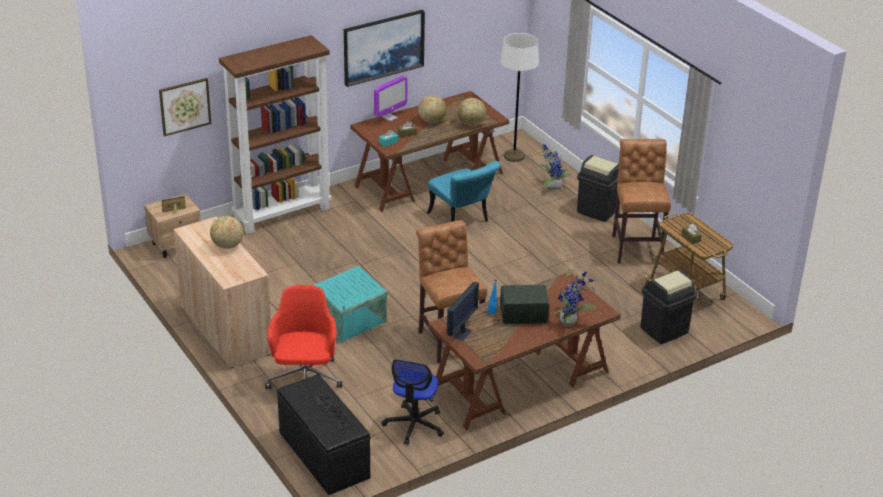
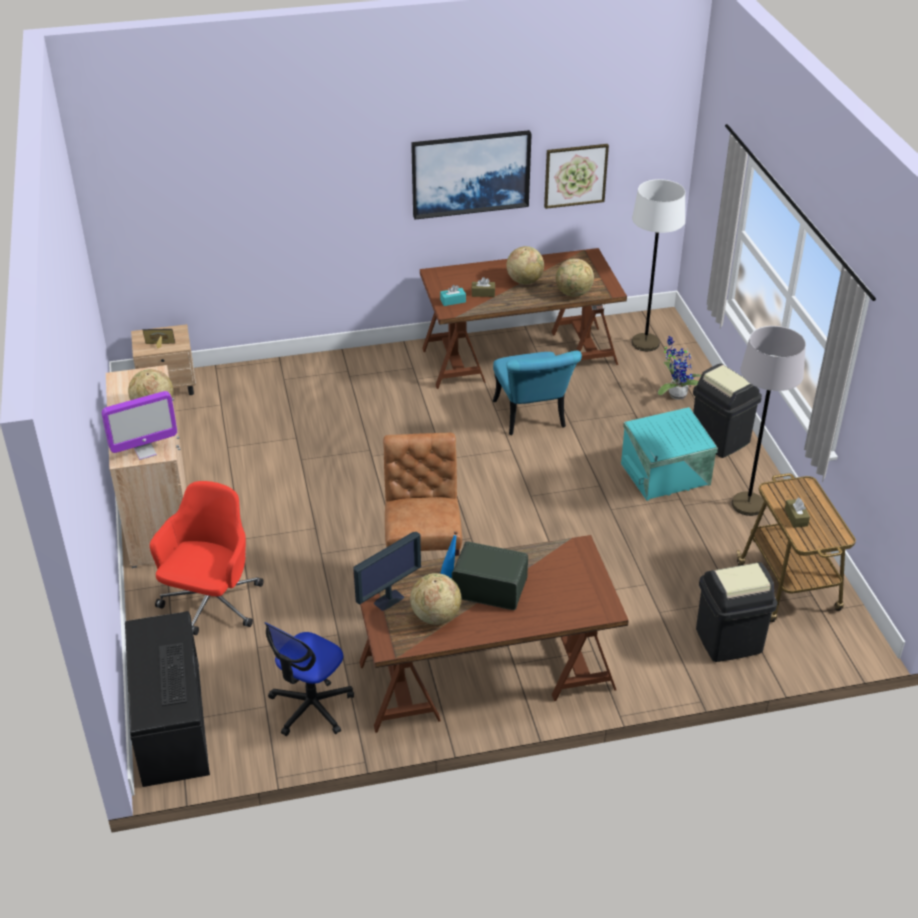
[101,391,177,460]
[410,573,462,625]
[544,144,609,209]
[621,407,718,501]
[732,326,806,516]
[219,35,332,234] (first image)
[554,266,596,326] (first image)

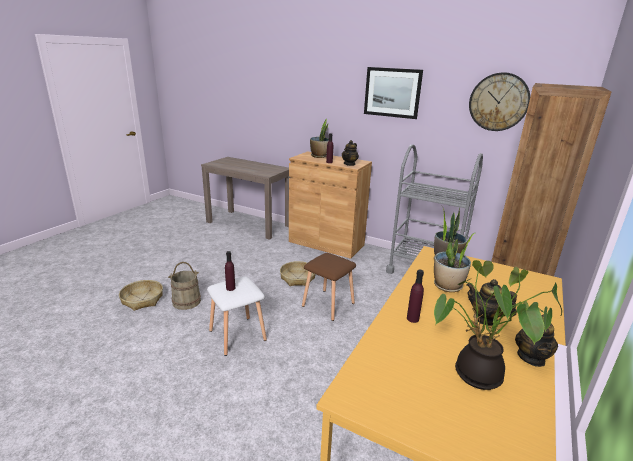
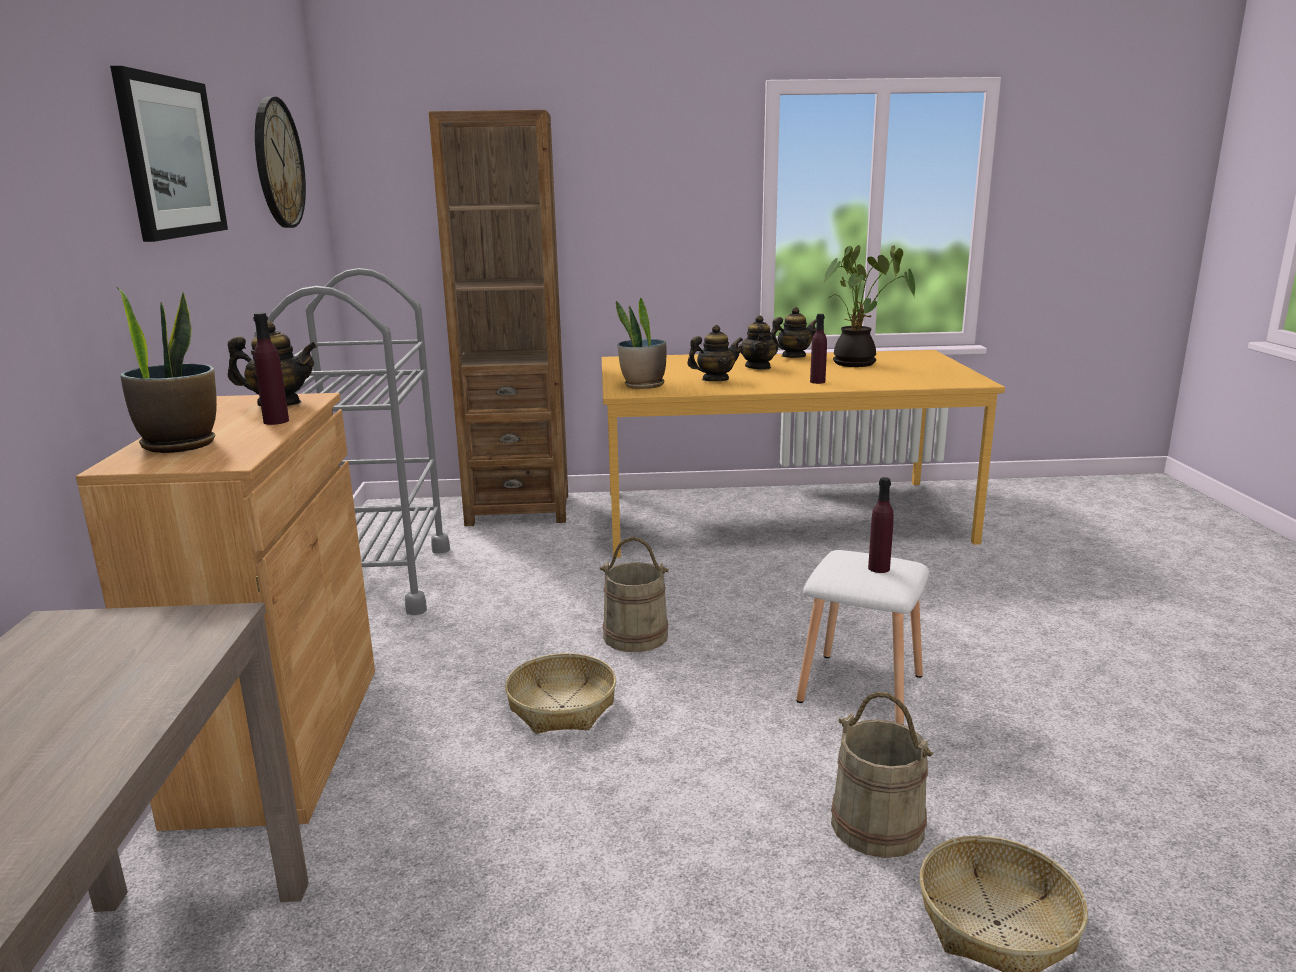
[599,537,669,652]
[687,325,743,381]

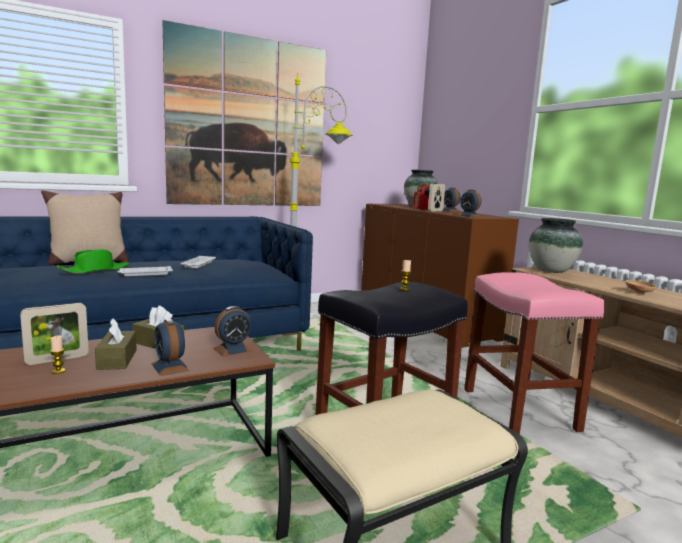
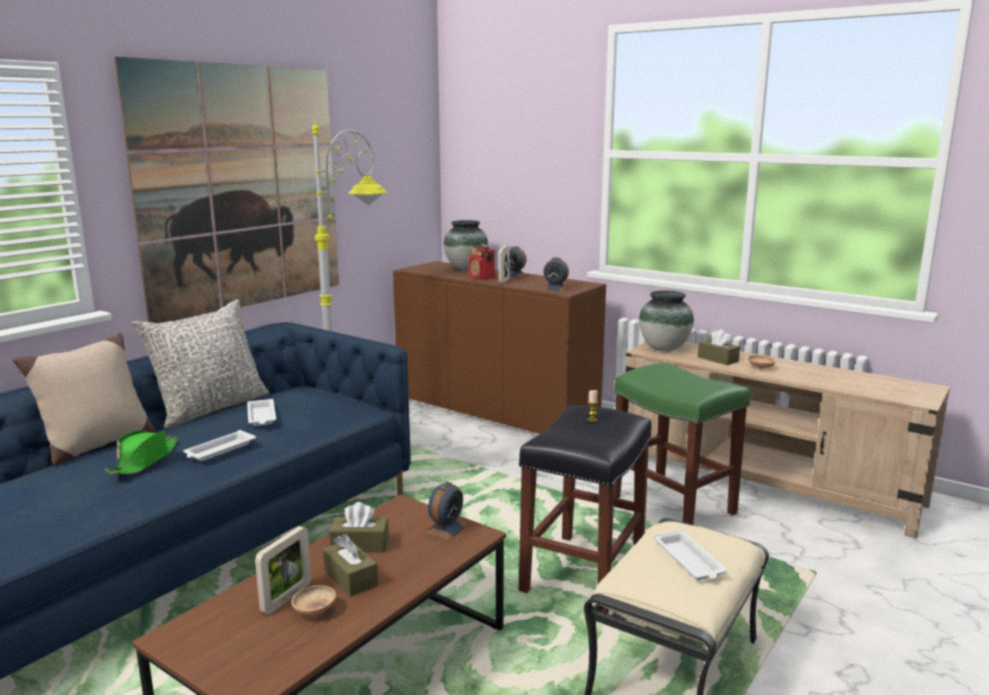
[132,299,269,429]
[291,585,336,616]
[614,363,750,525]
[653,530,727,580]
[698,329,740,365]
[152,319,189,376] (first image)

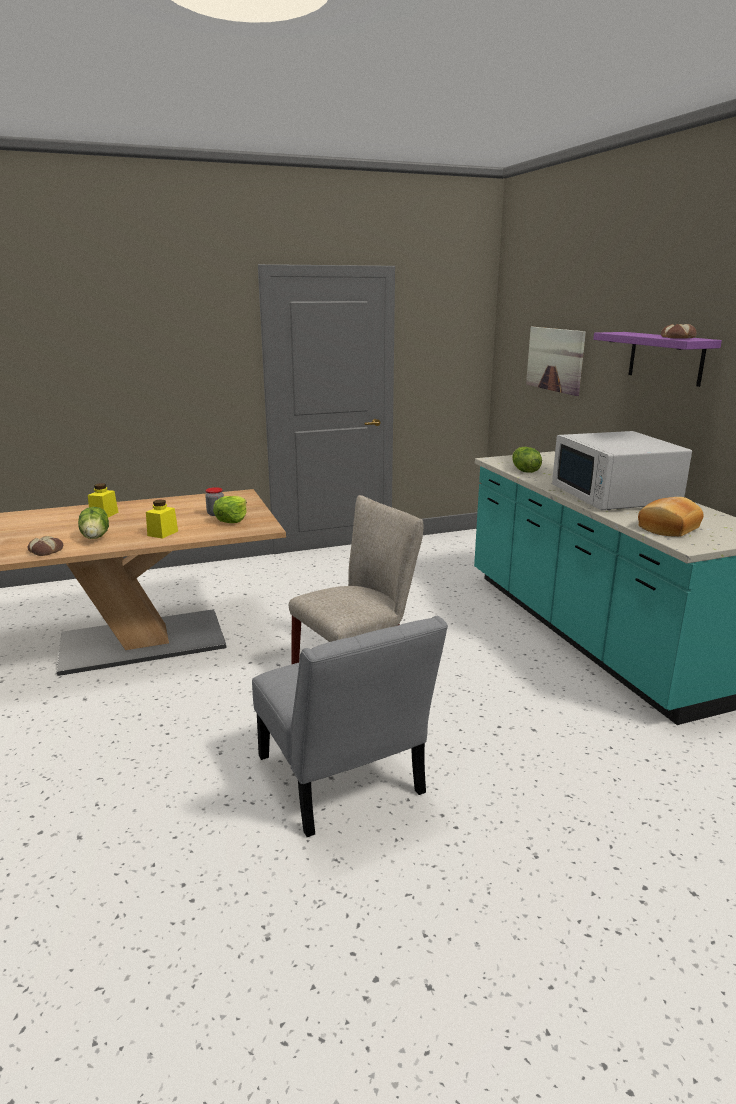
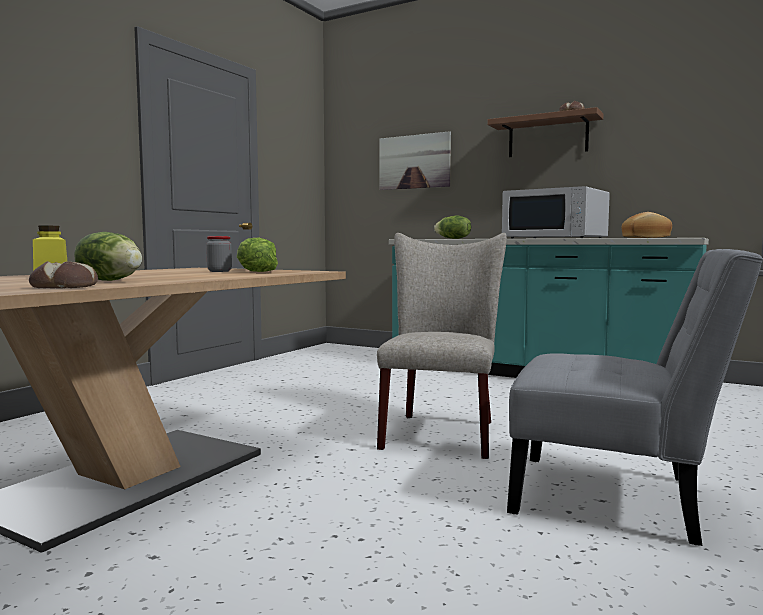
[488,107,603,157]
[146,500,178,539] (first image)

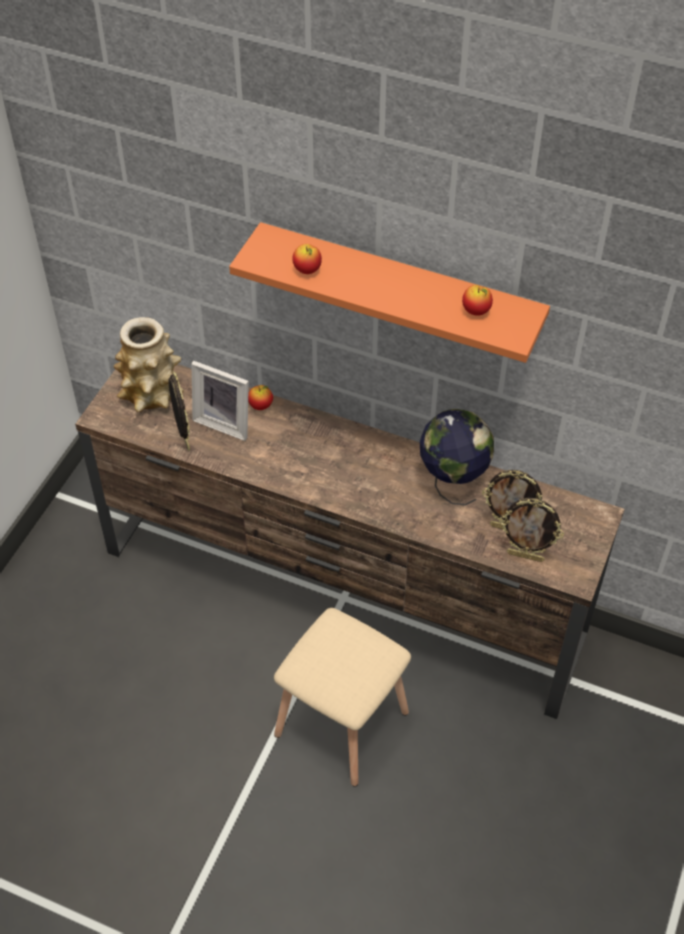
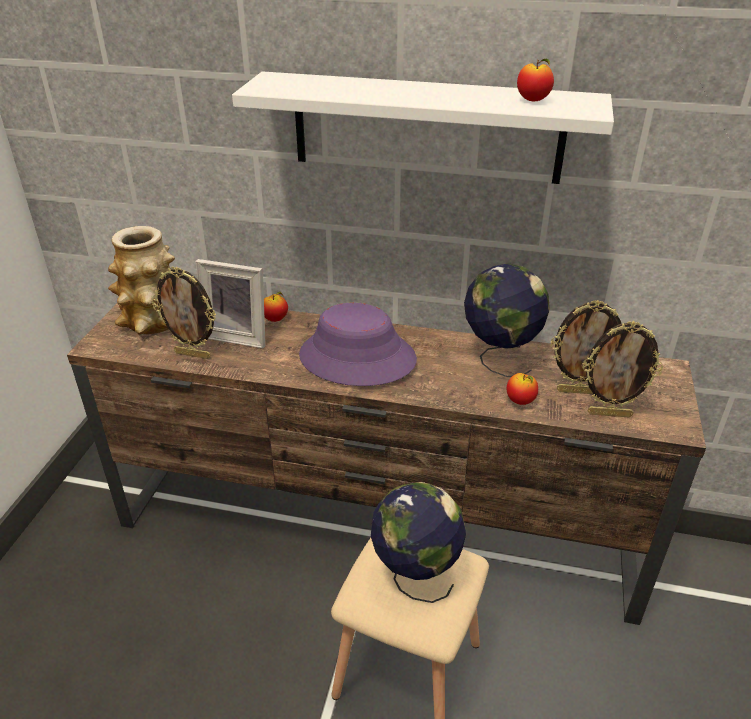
[152,266,216,359]
[232,71,614,184]
[299,303,417,386]
[371,482,466,603]
[507,373,538,405]

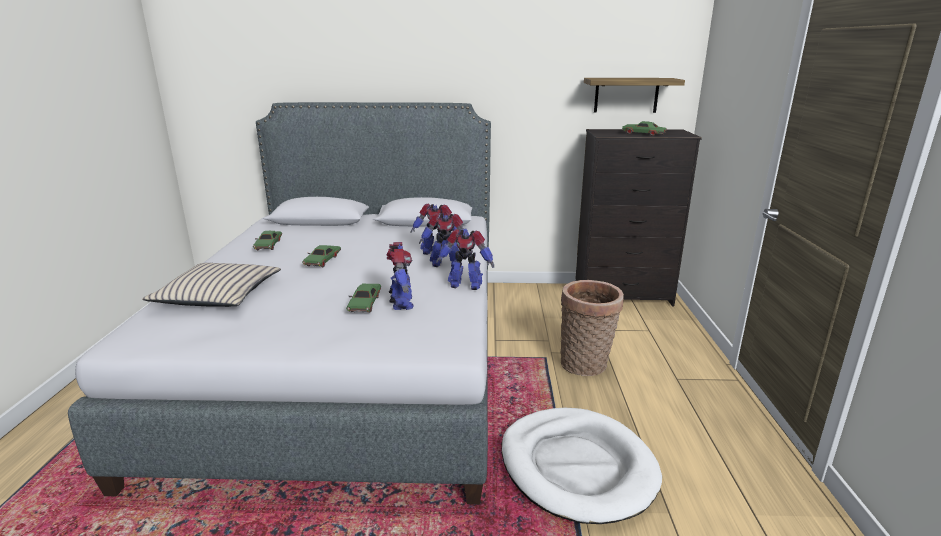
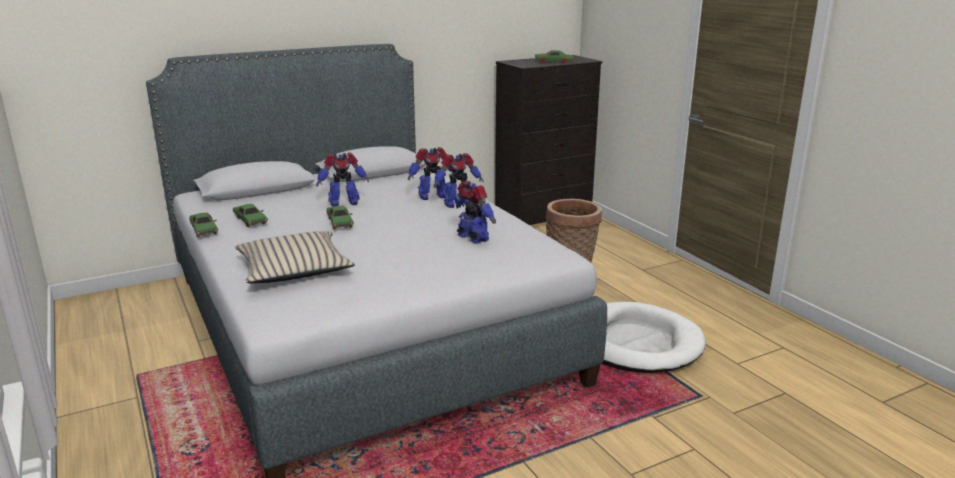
[189,213,218,237]
[316,152,369,206]
[584,78,685,113] (first image)

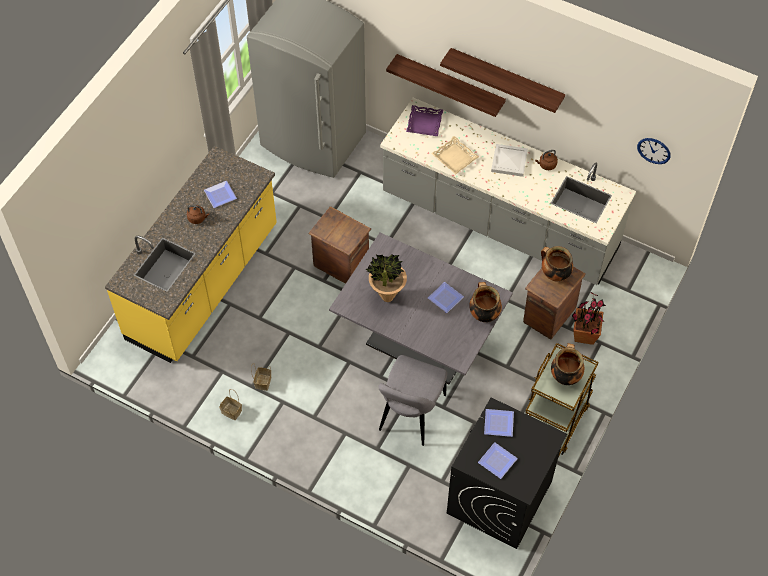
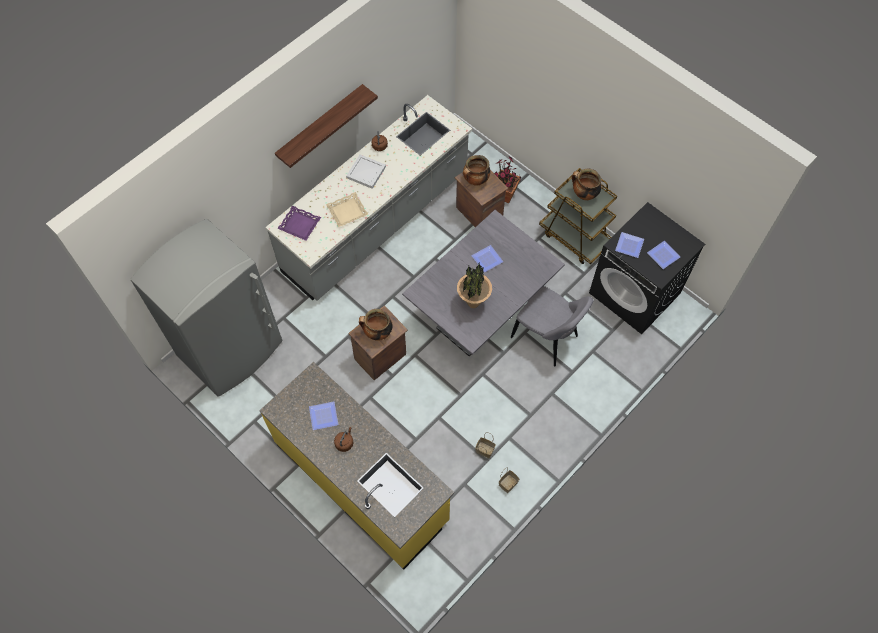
[359,309,393,341]
[386,54,506,117] (first image)
[637,138,671,164] (first image)

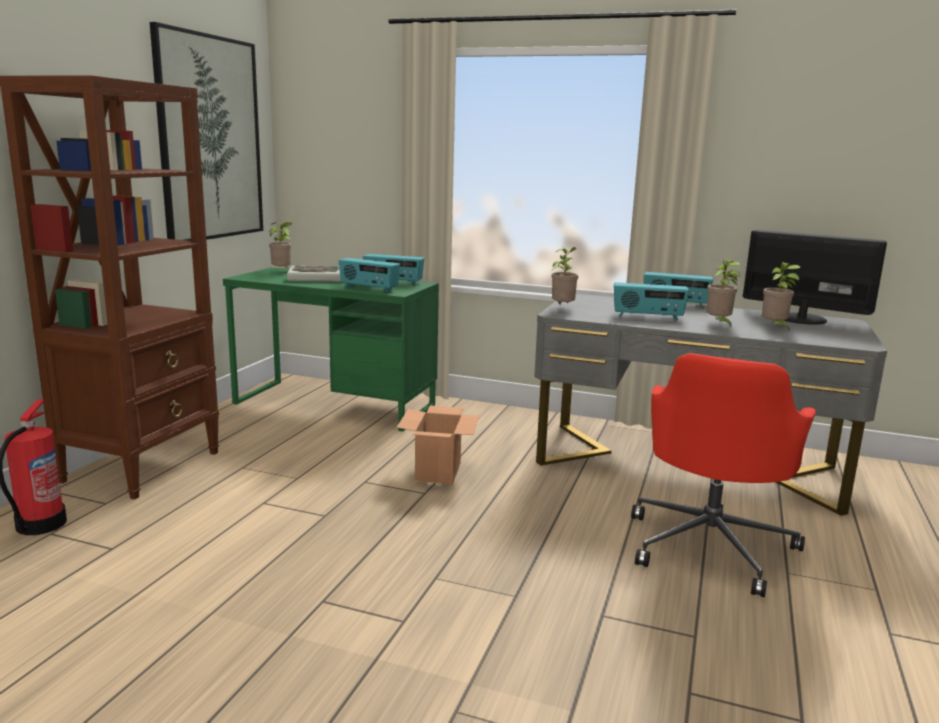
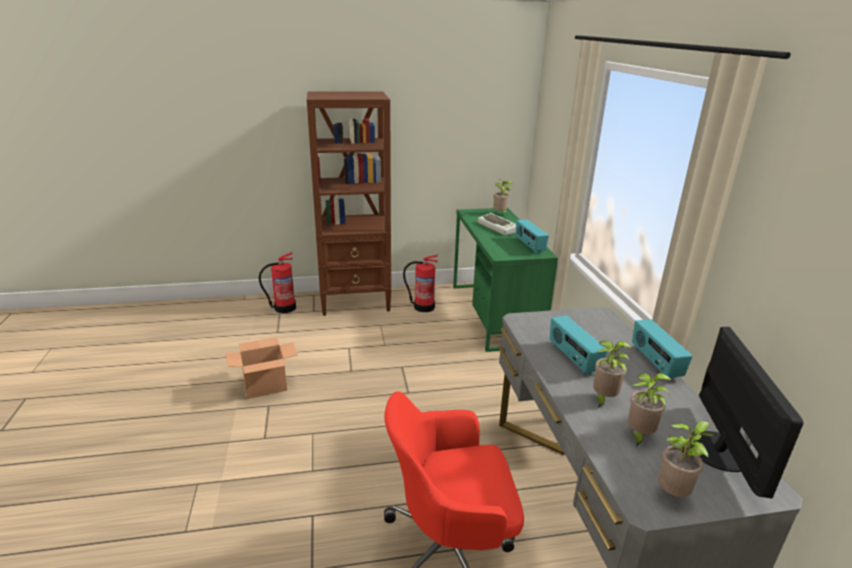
[226,337,298,399]
[403,254,438,312]
[658,421,715,497]
[150,22,263,241] (first image)
[339,258,400,292] (first image)

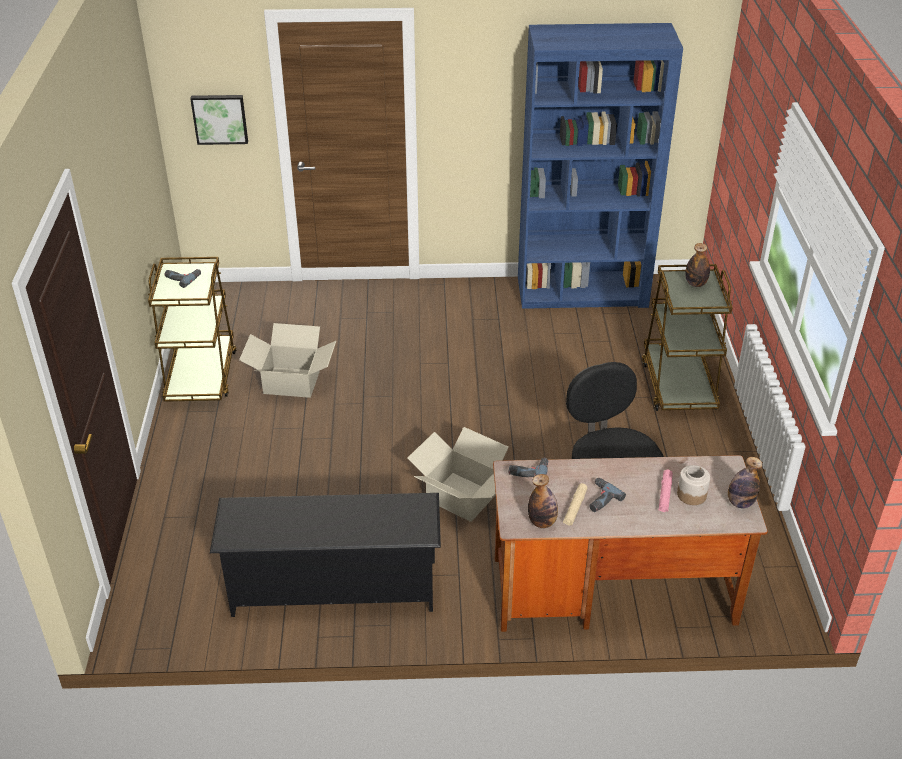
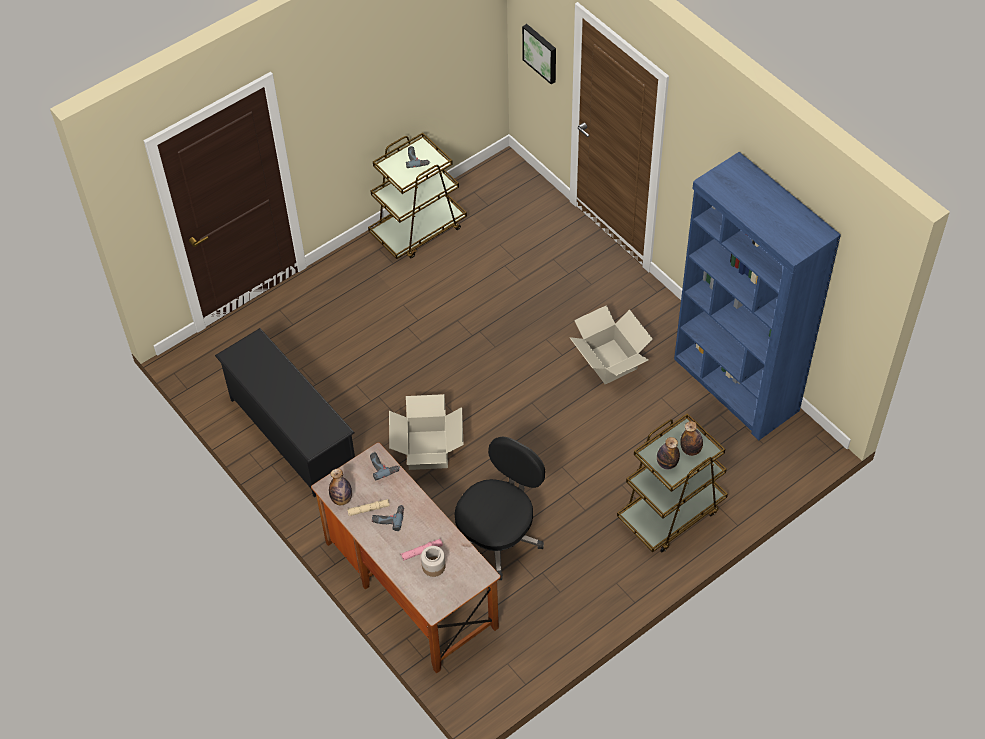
[570,305,653,385]
[657,437,680,470]

